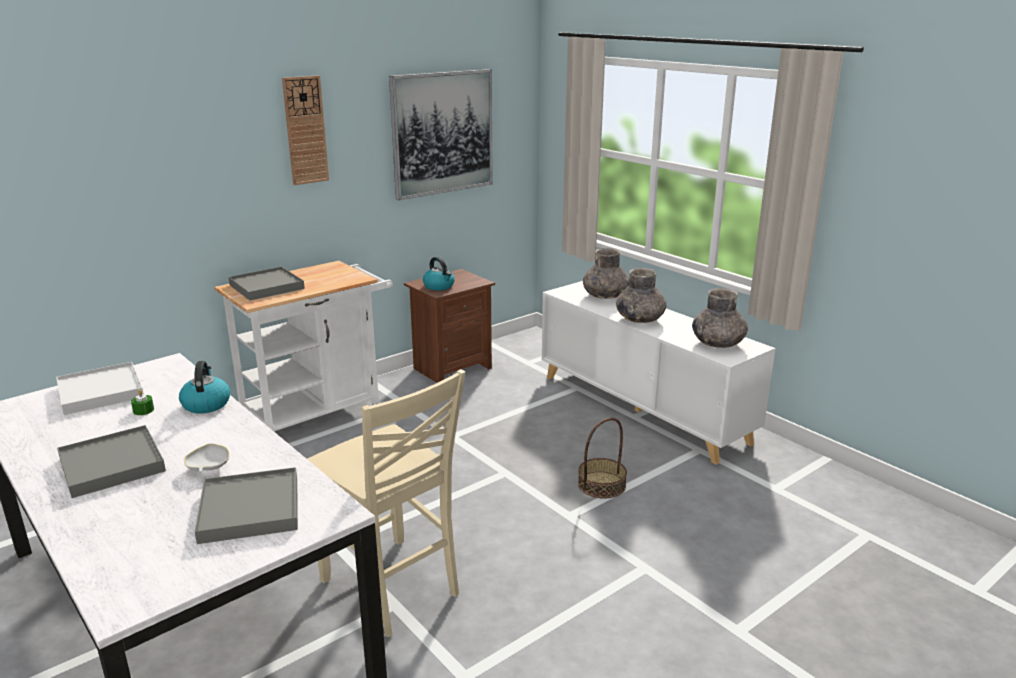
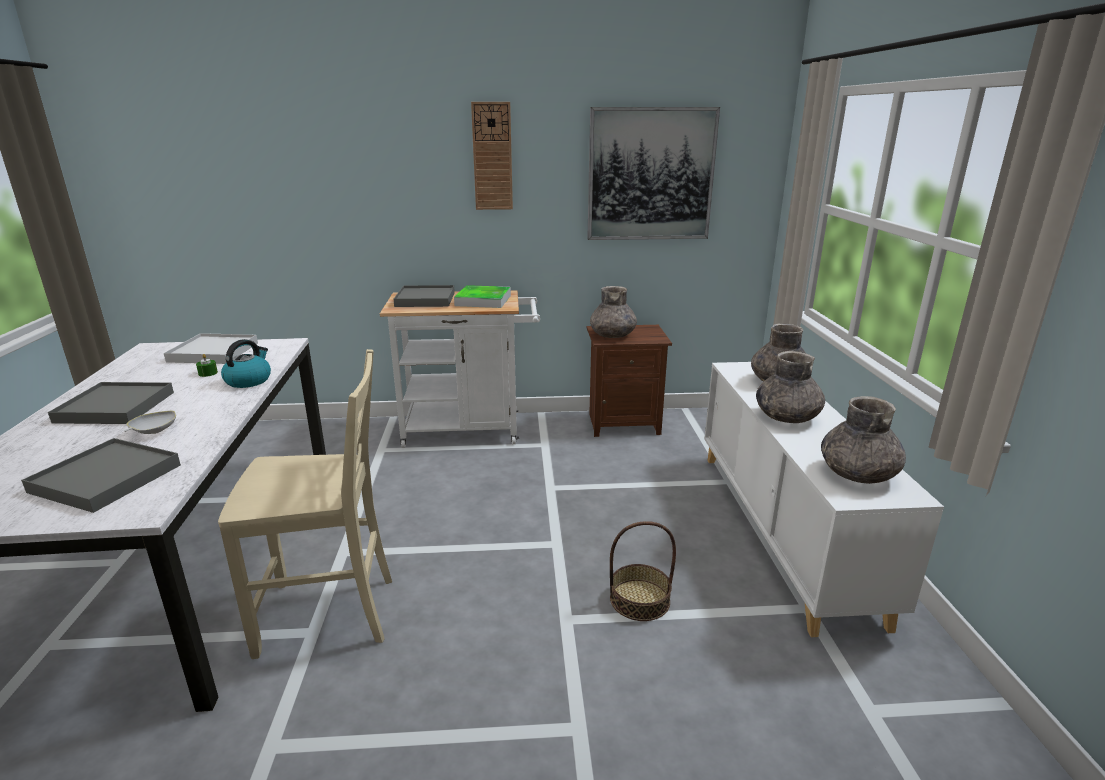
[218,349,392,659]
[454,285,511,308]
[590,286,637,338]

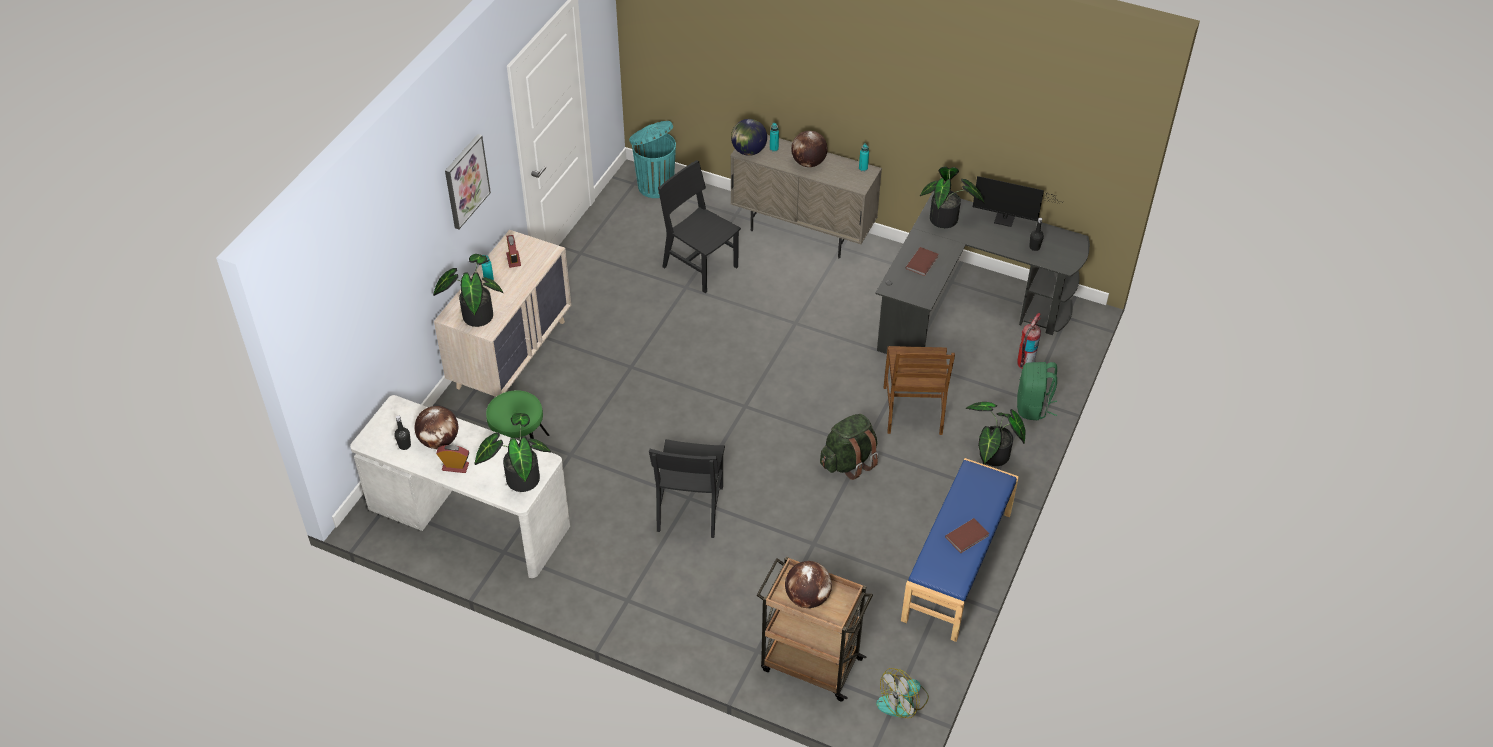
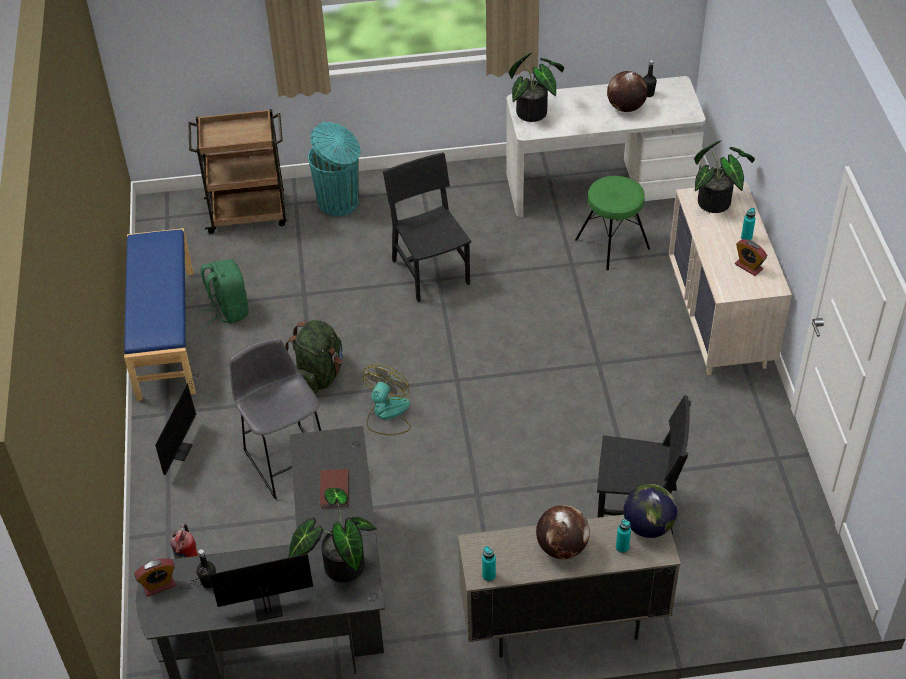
[134,558,176,597]
[155,372,199,475]
[201,259,249,324]
[230,338,321,499]
[308,122,361,216]
[363,364,411,435]
[445,134,491,229] (first image)
[785,561,832,608] (first image)
[945,518,989,553] (first image)

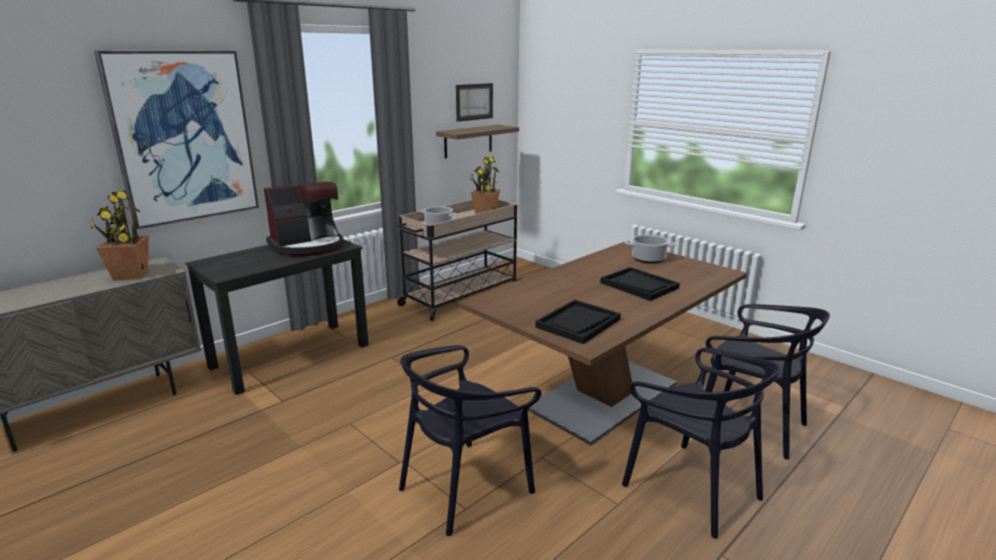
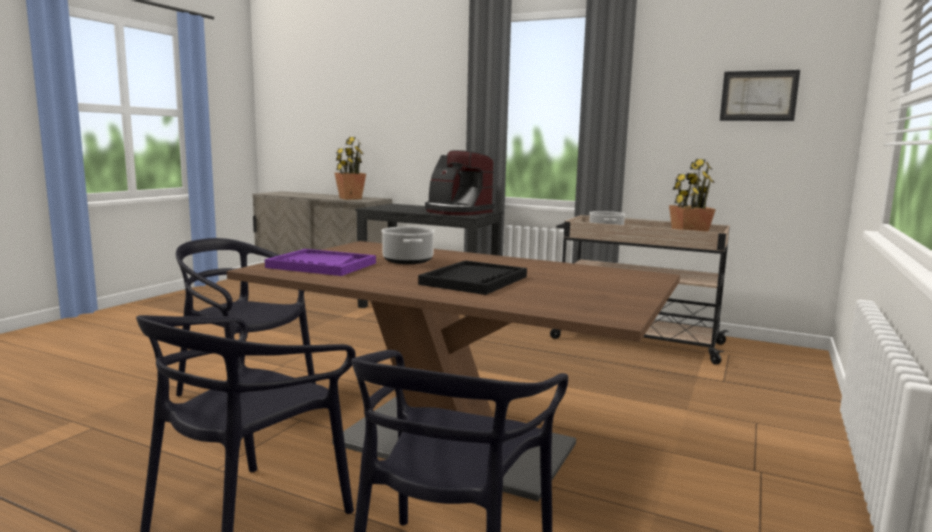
[265,249,376,276]
[381,227,435,264]
[94,51,259,229] (first image)
[436,125,519,158] (first image)

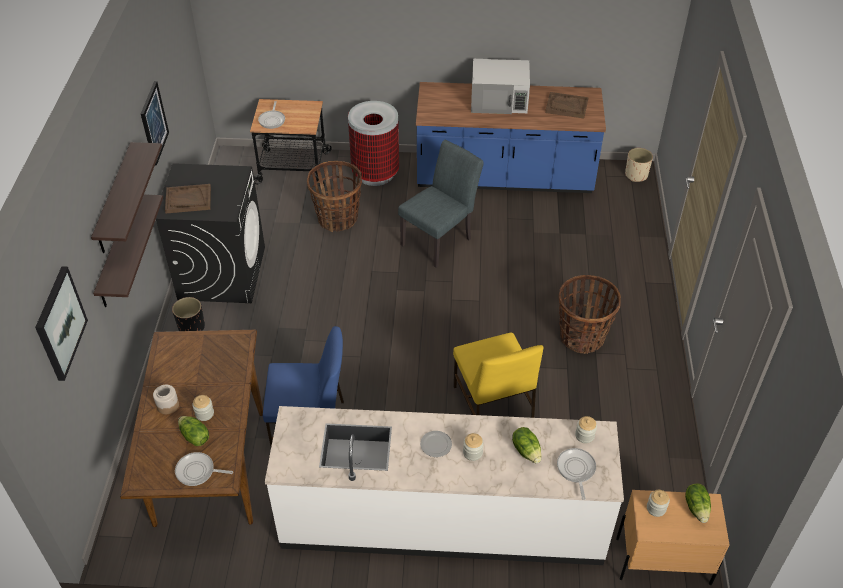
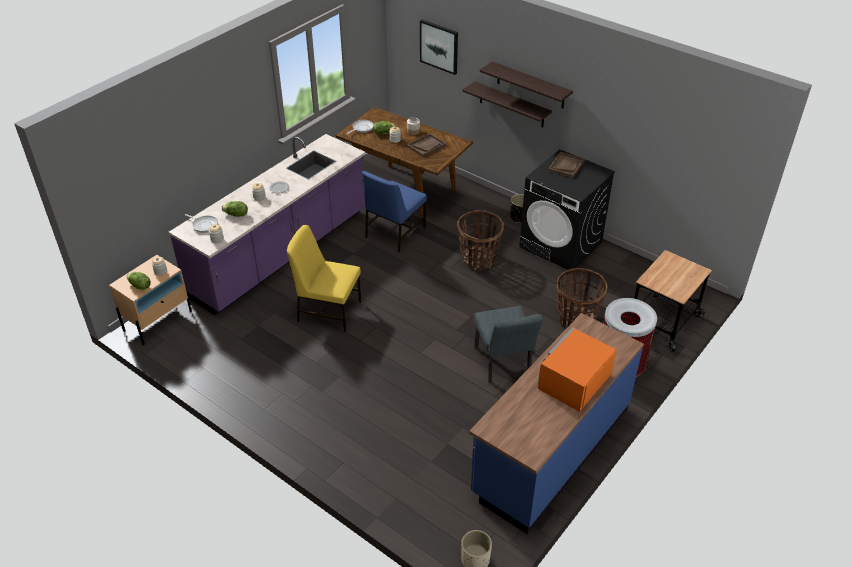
[169,134,366,316]
[407,133,446,157]
[457,210,504,270]
[538,327,616,412]
[141,81,169,166] (first image)
[258,101,285,129] (first image)

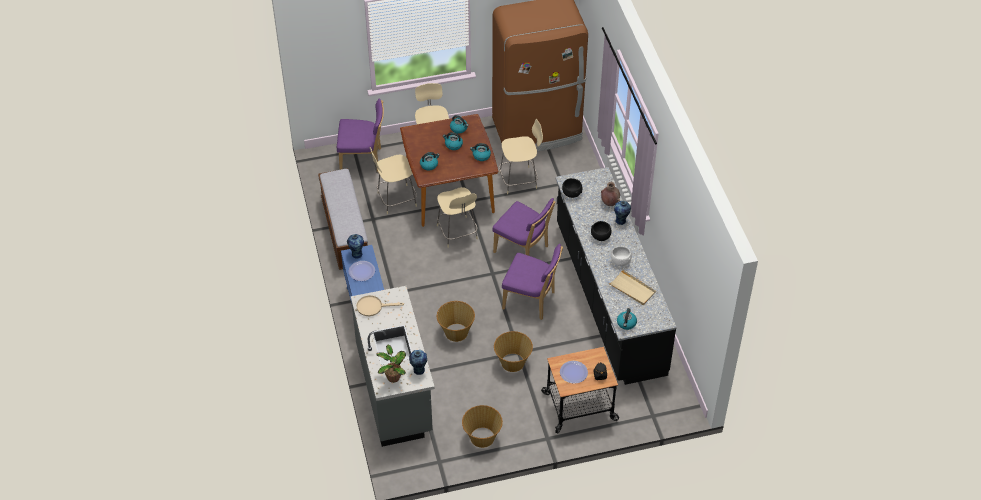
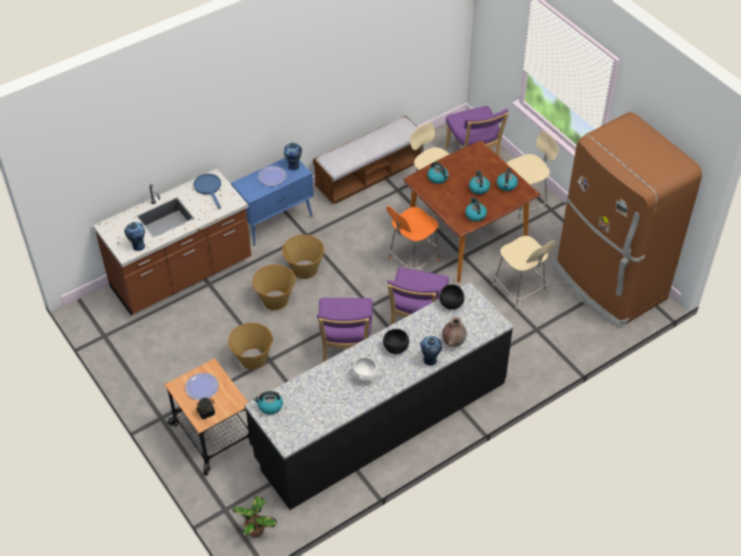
[93,169,251,315]
[194,174,221,209]
[232,496,277,538]
[282,235,324,279]
[386,206,440,270]
[608,269,656,305] (first image)

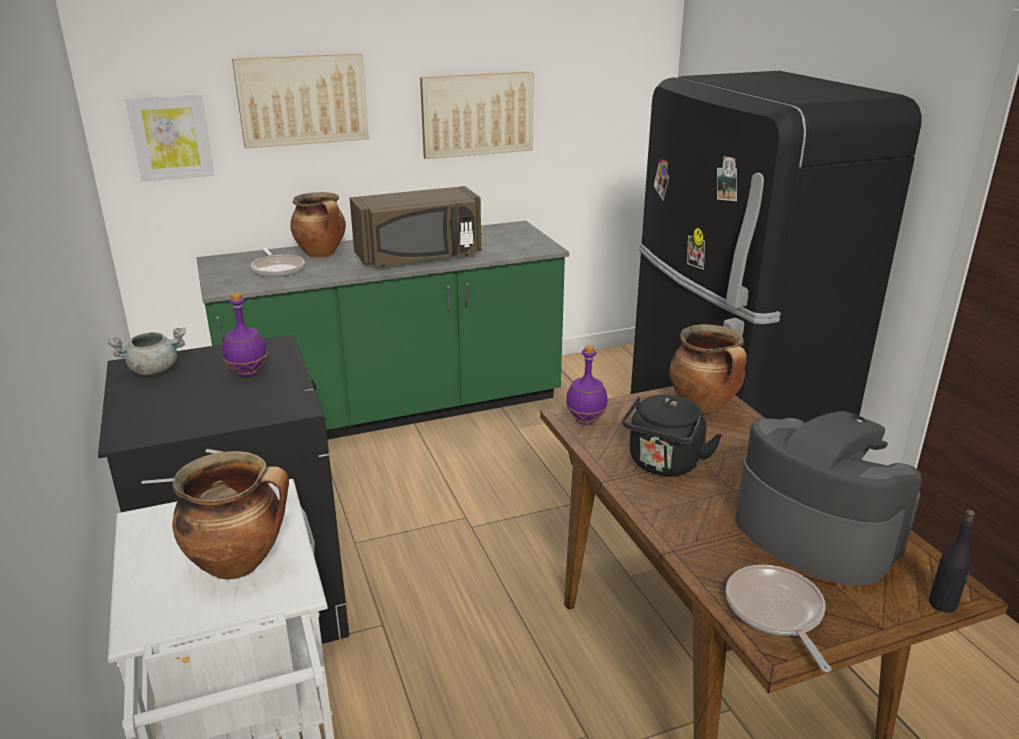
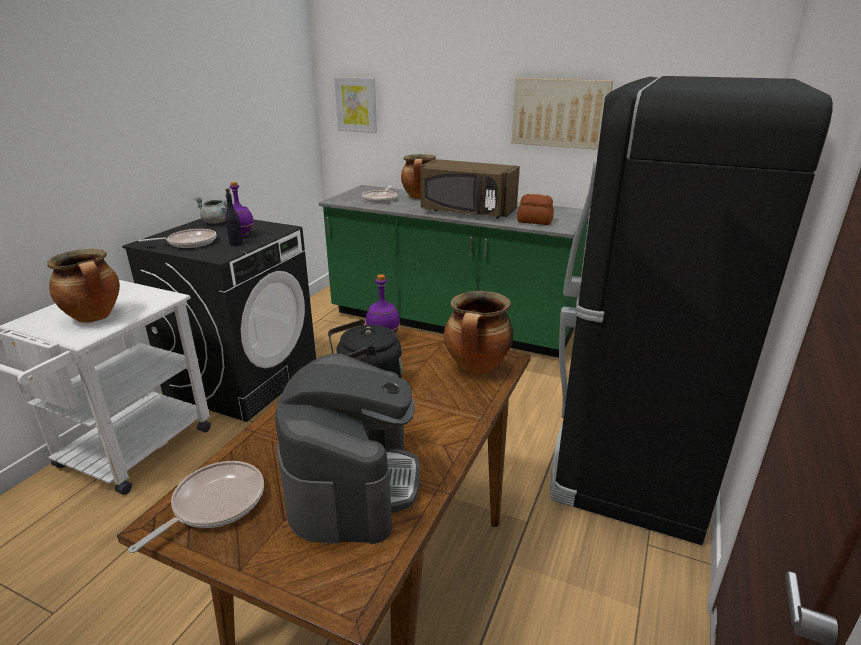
[138,229,217,248]
[226,189,243,246]
[517,194,554,225]
[232,54,369,148] (first image)

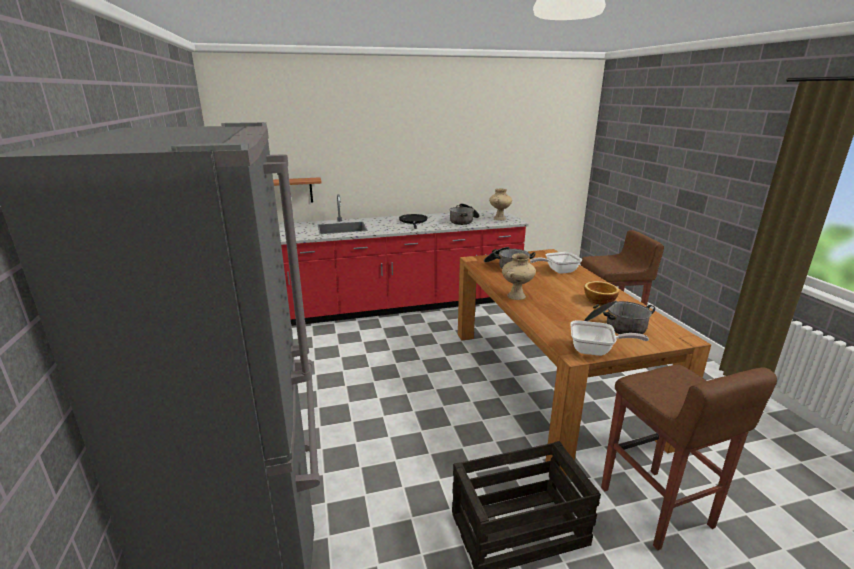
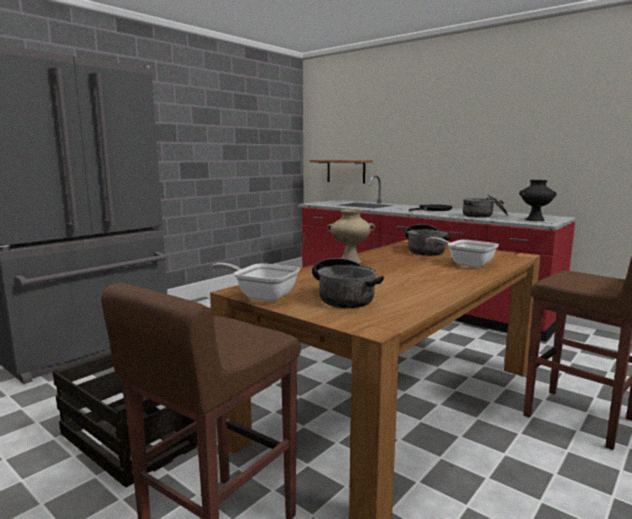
[211,263,300,302]
[519,180,557,221]
[584,281,619,305] (first image)

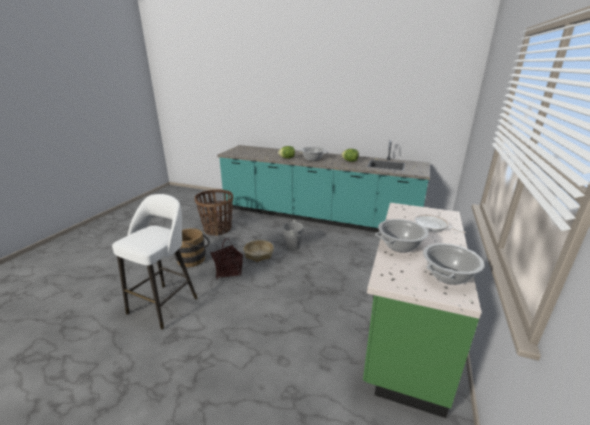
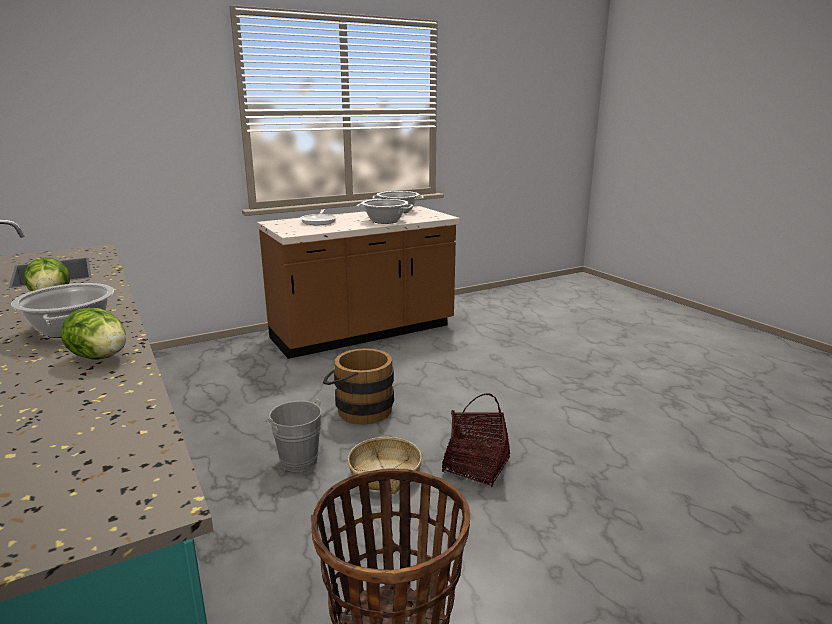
[257,206,460,359]
[323,348,394,424]
[112,194,198,330] (first image)

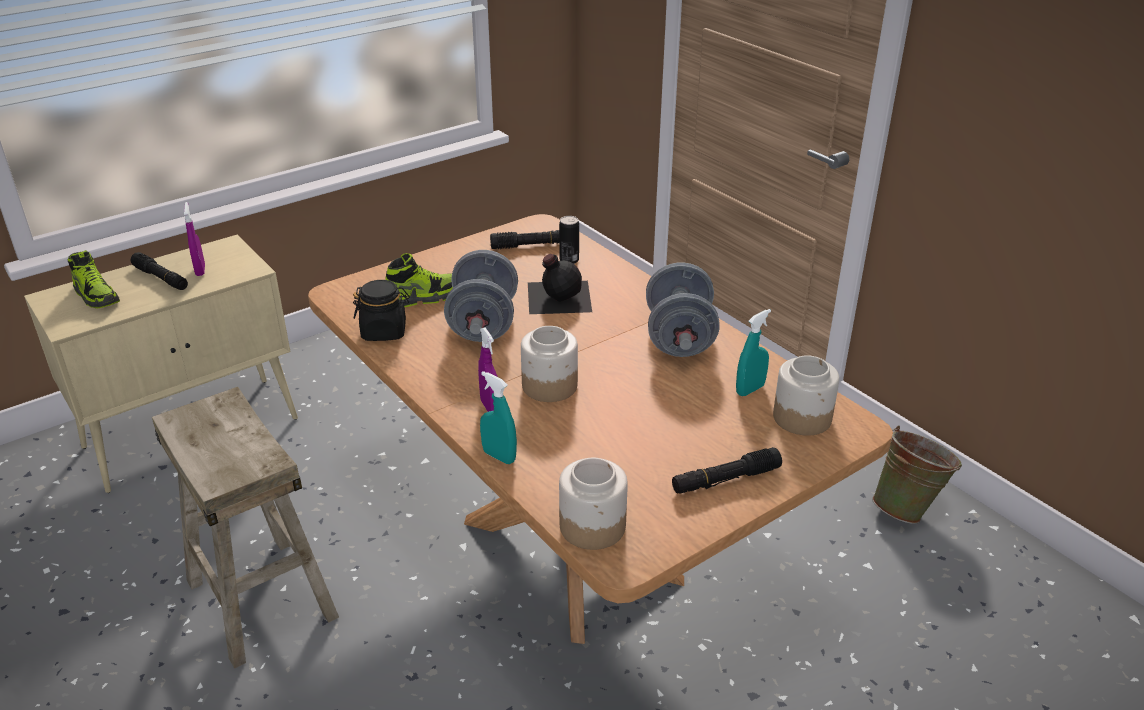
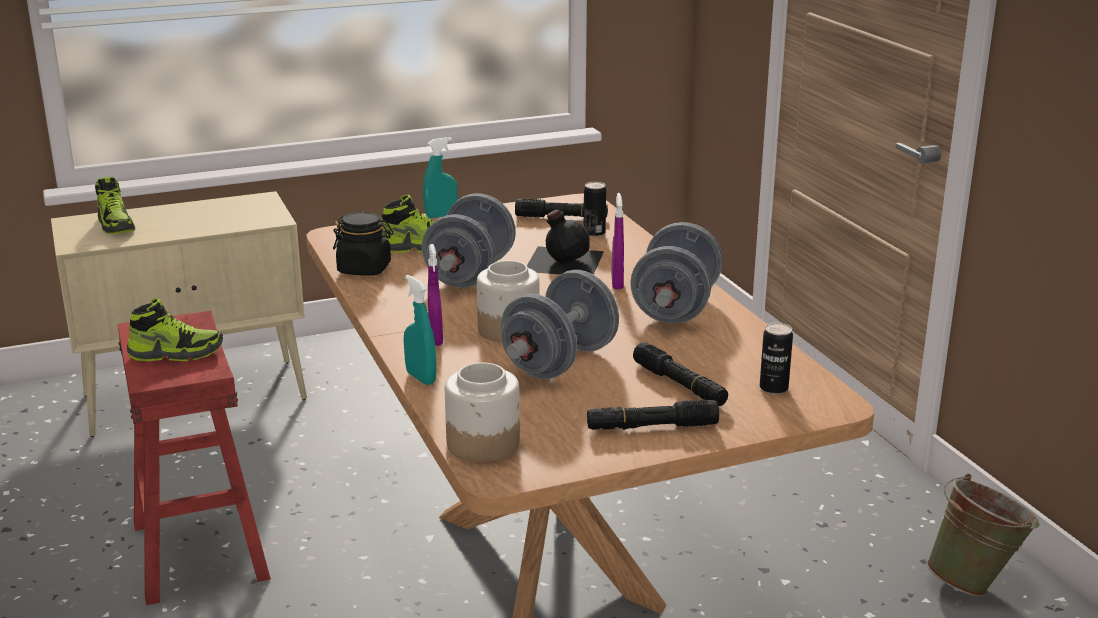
[118,311,271,605]
[127,298,223,361]
[423,137,458,218]
[501,270,619,379]
[611,193,624,289]
[633,342,728,406]
[760,323,793,394]

